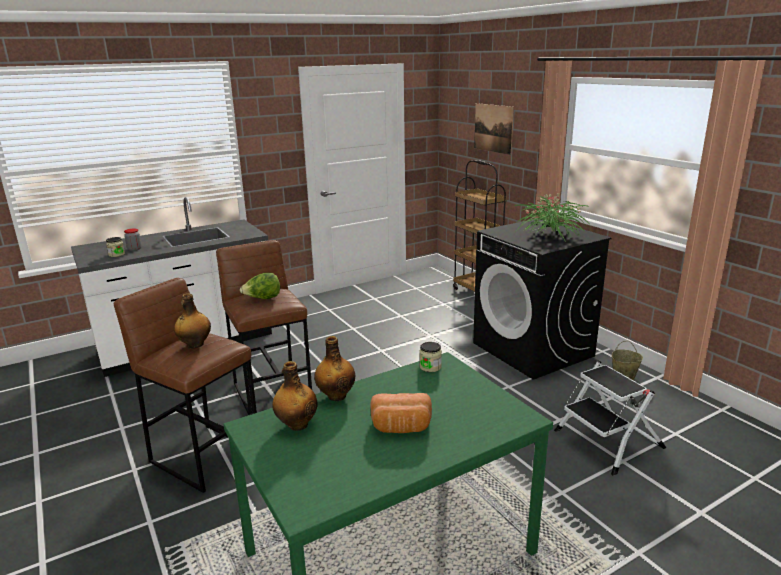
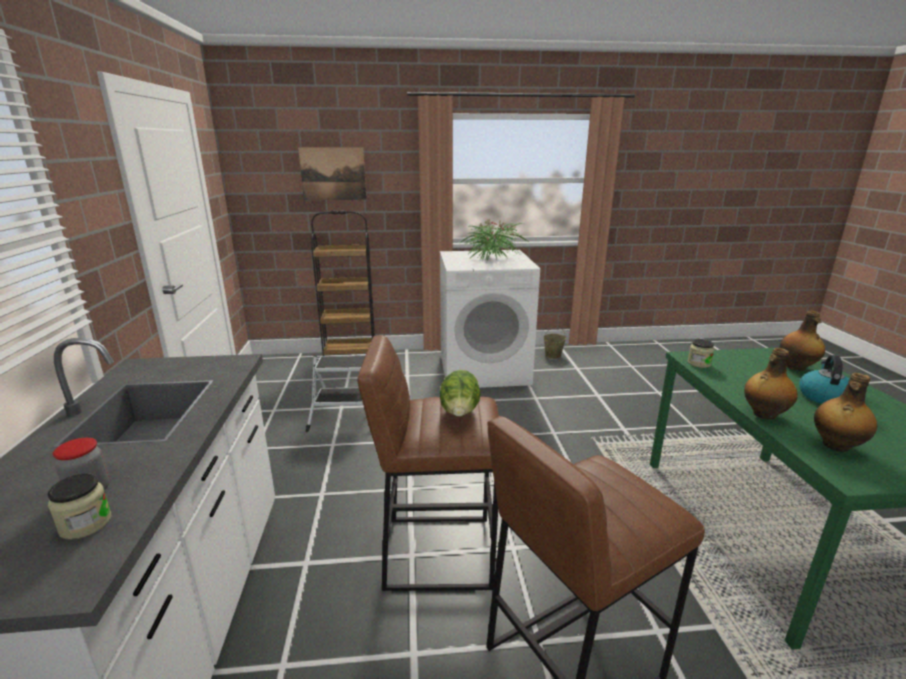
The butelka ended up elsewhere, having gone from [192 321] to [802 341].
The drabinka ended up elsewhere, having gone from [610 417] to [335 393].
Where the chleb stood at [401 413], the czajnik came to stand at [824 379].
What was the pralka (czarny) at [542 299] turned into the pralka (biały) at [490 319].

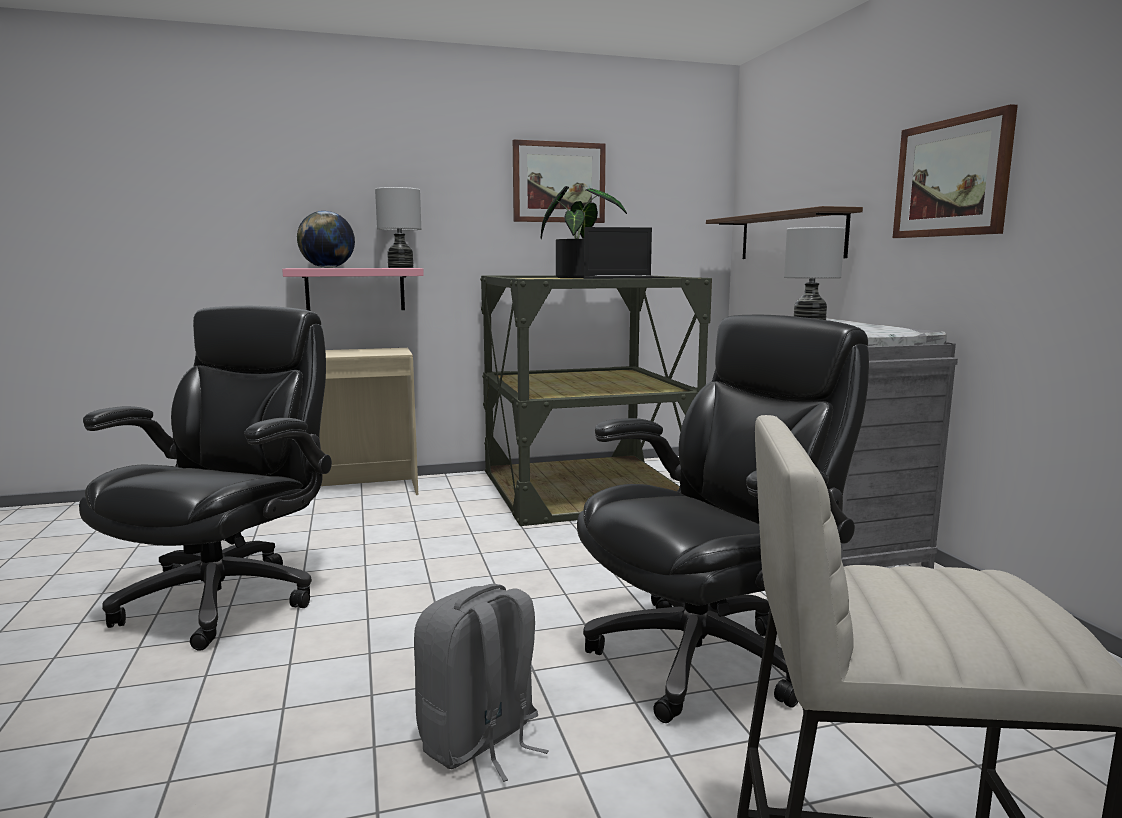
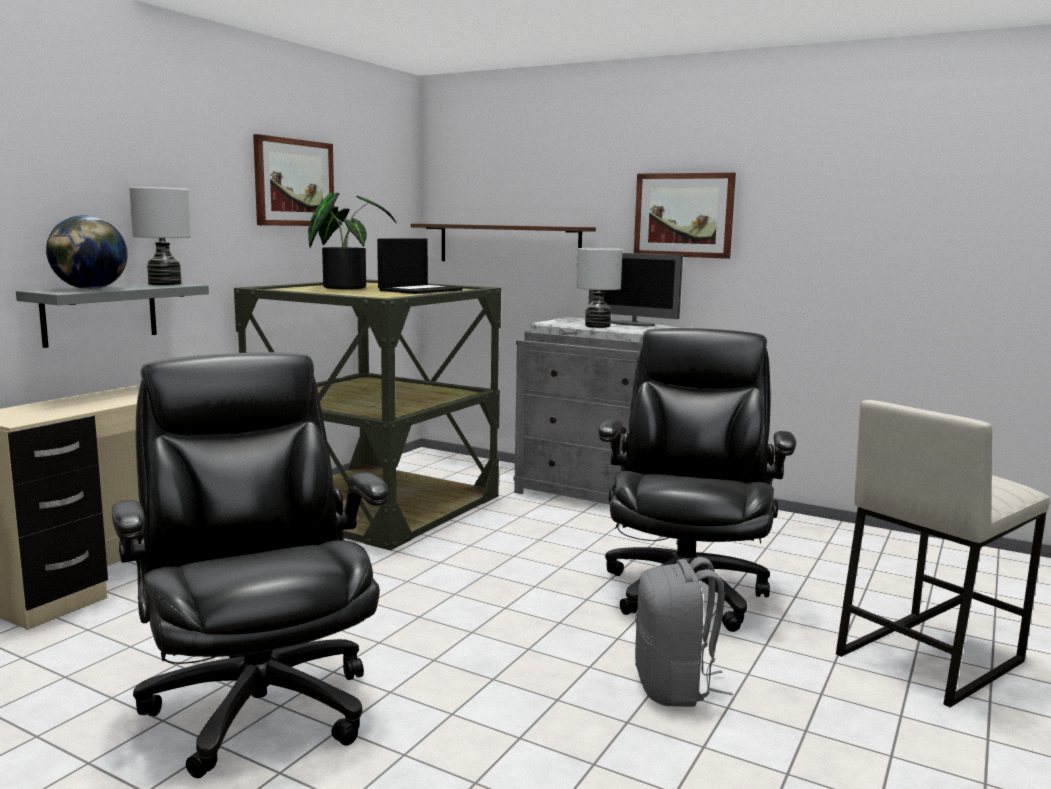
The second view gained the monitor at [636 290].
What was the półka (różowy) at [353 289] turned into the półka (szary) at [112 315].

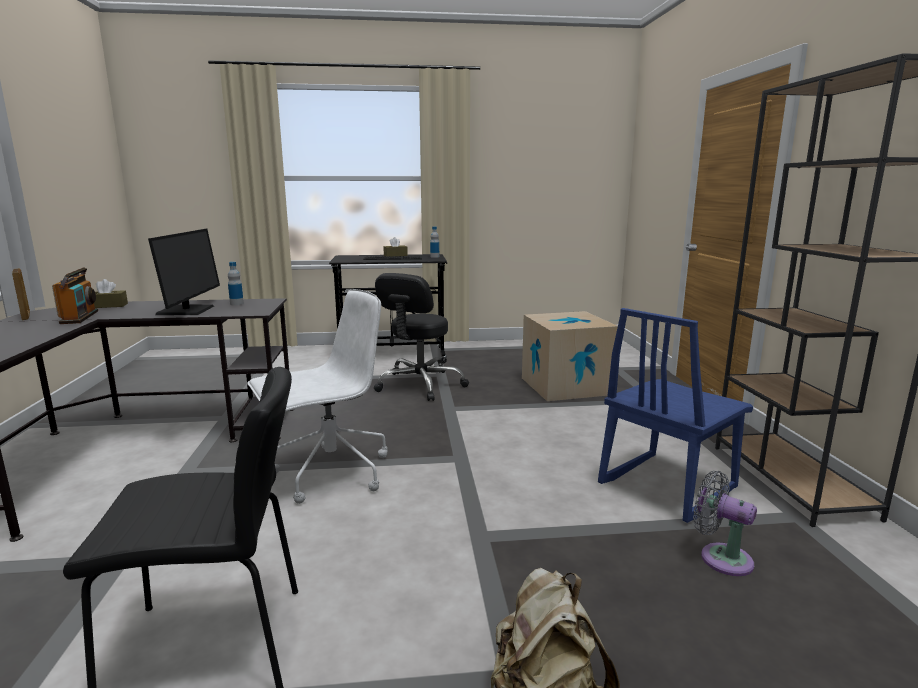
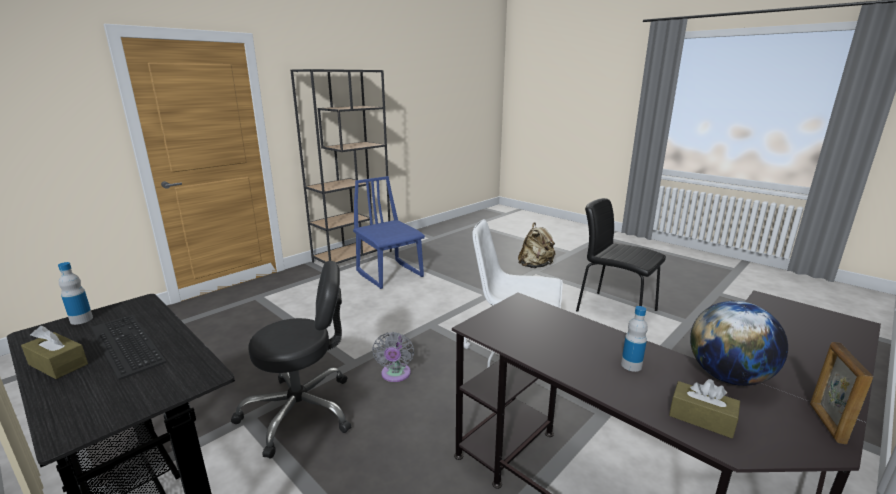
The second view lost the monitor at [184 272].
The second view lost the karton at [570 356].
The butelka ended up elsewhere, having gone from [236 283] to [634 339].
The wentylator (szary) ended up elsewhere, having gone from [725 523] to [393 357].
Where the radio stood at [75 295], the globus came to stand at [739 343].
The krzesło (niebieski) at [675 415] ended up facing another way, 135 degrees counterclockwise from before.

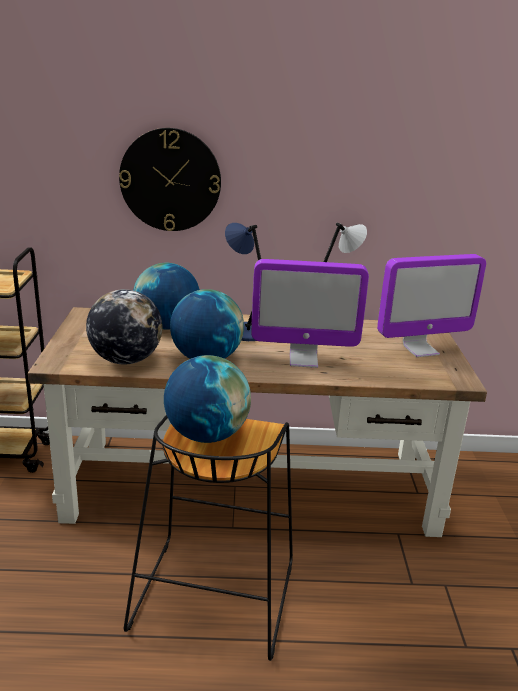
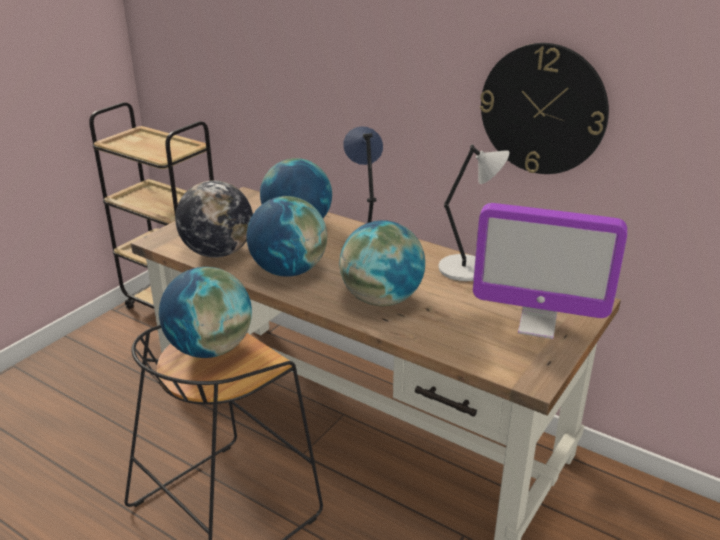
The zegar ścienny ended up elsewhere, having gone from [170 179] to [544 108].
Where the monitor stood at [310 313], the globus came to stand at [382 263].

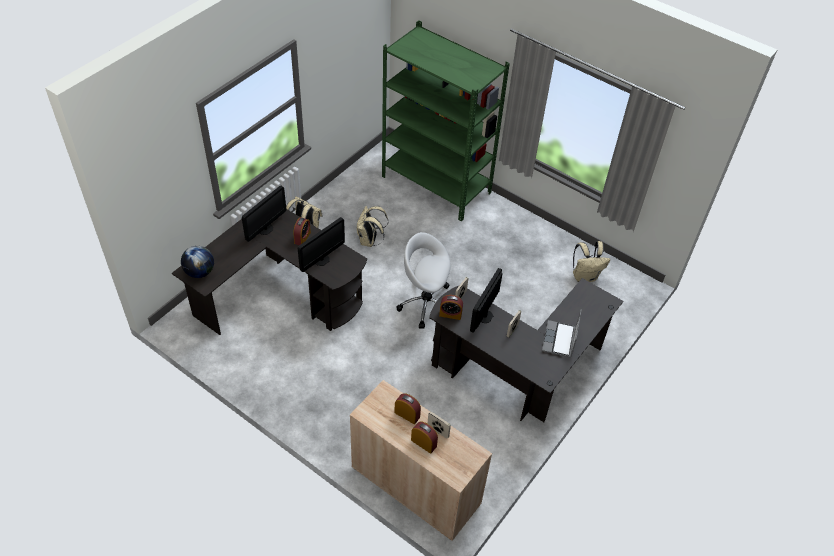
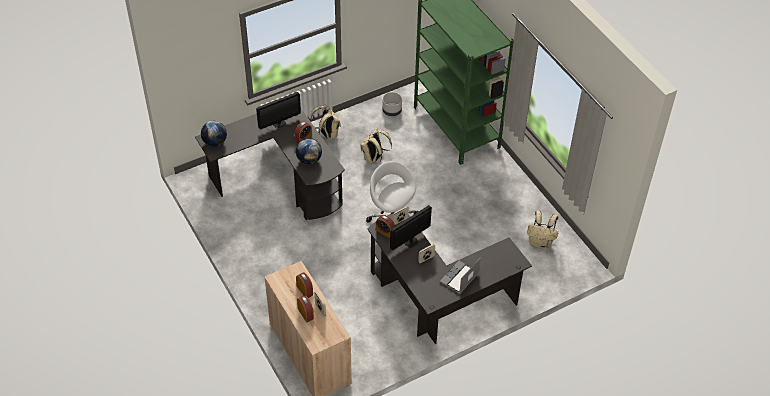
The second view gained the donica (szary) at [392 104].
Where the monitor stood at [321 244], the globus came to stand at [309 151].

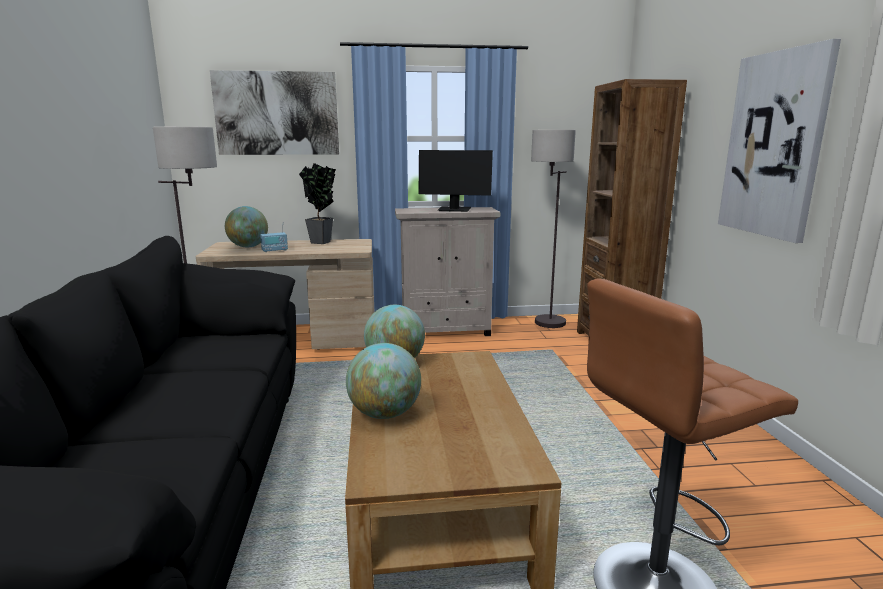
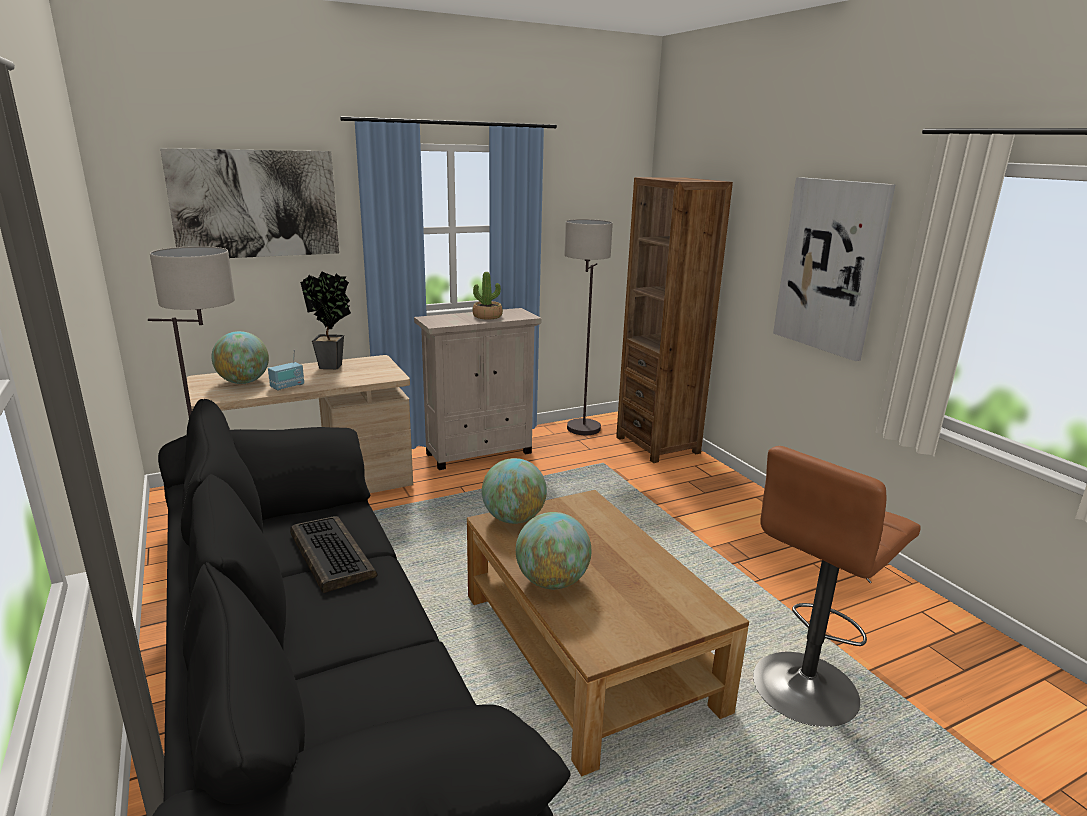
The second view gained the klawiatura at [334 554].
Where the monitor stood at [456 181], the roślina doniczkowa came to stand at [488 296].

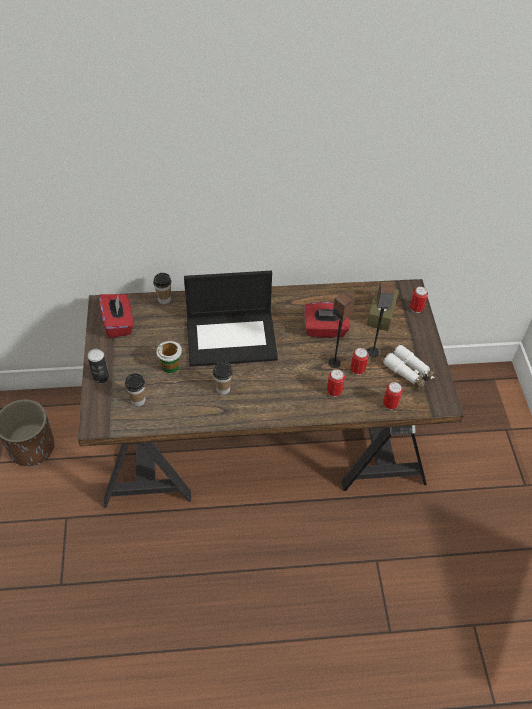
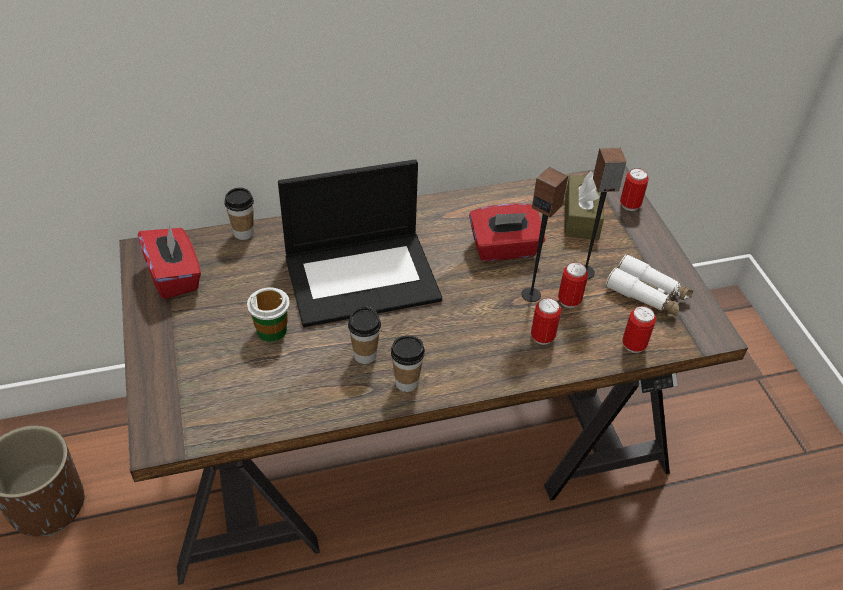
The second view lost the puszka at [98 366].
The filiżanka ended up elsewhere, having gone from [135 390] to [408 363].

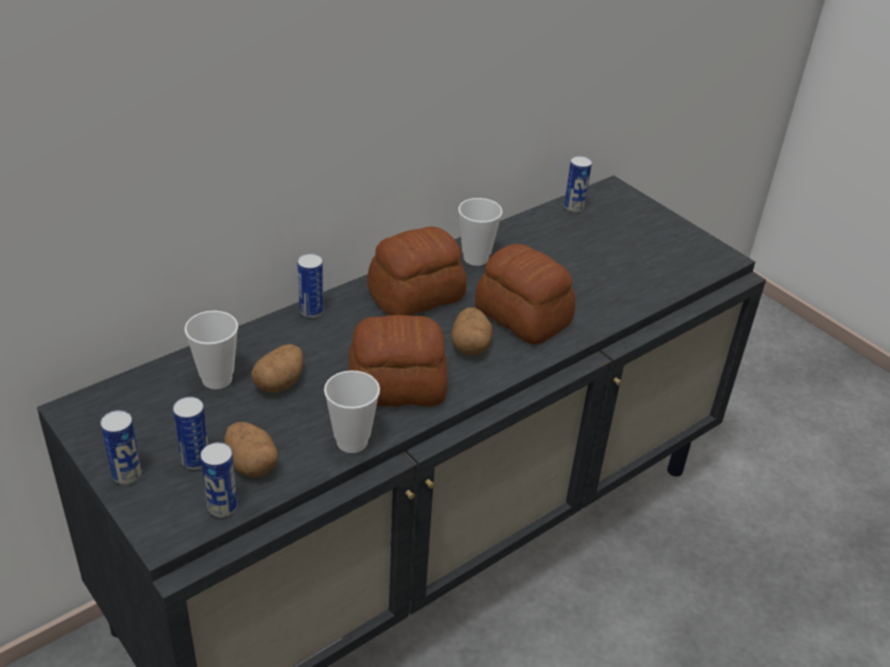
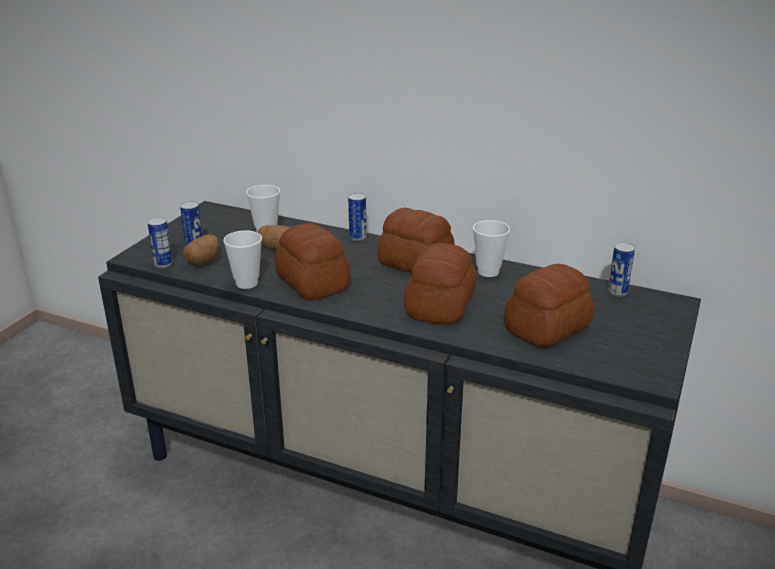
The second view lost the puszka at [121 447].
The second view lost the ziemniak at [472 331].
The second view gained the chleb at [549 305].

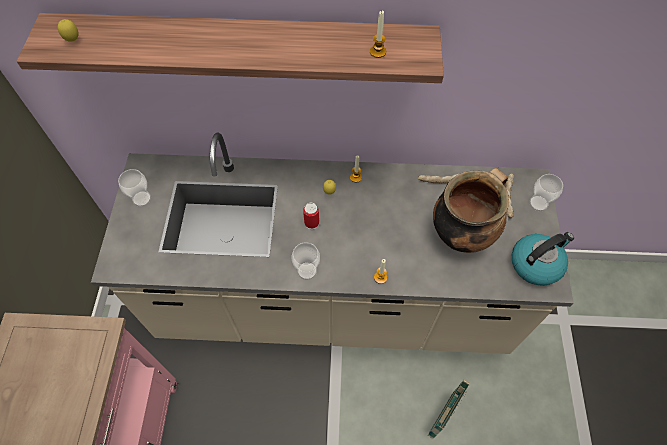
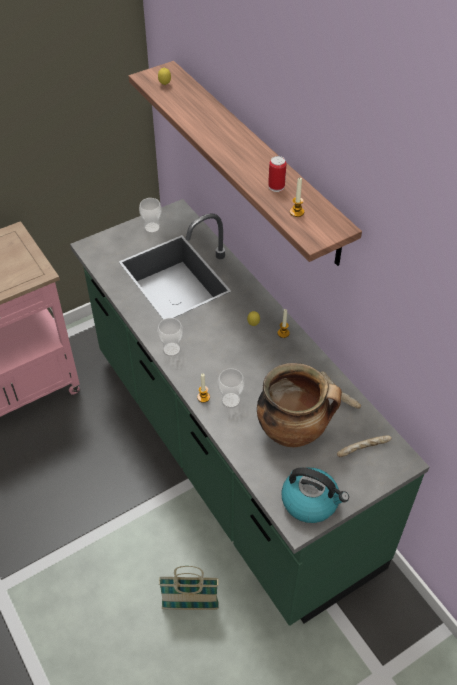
The puszka ended up elsewhere, having gone from [311 216] to [277 174].
The filiżanka ended up elsewhere, having gone from [546 192] to [231 388].
What was the zabudowa kuchenna (beżowy) at [332 243] turned into the zabudowa kuchenna (zielony) at [249 412].

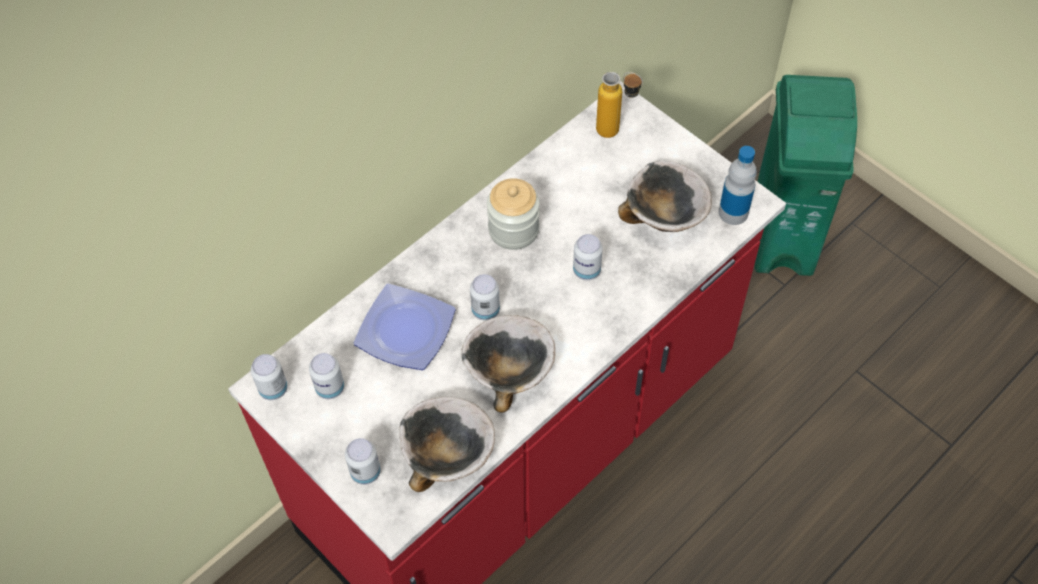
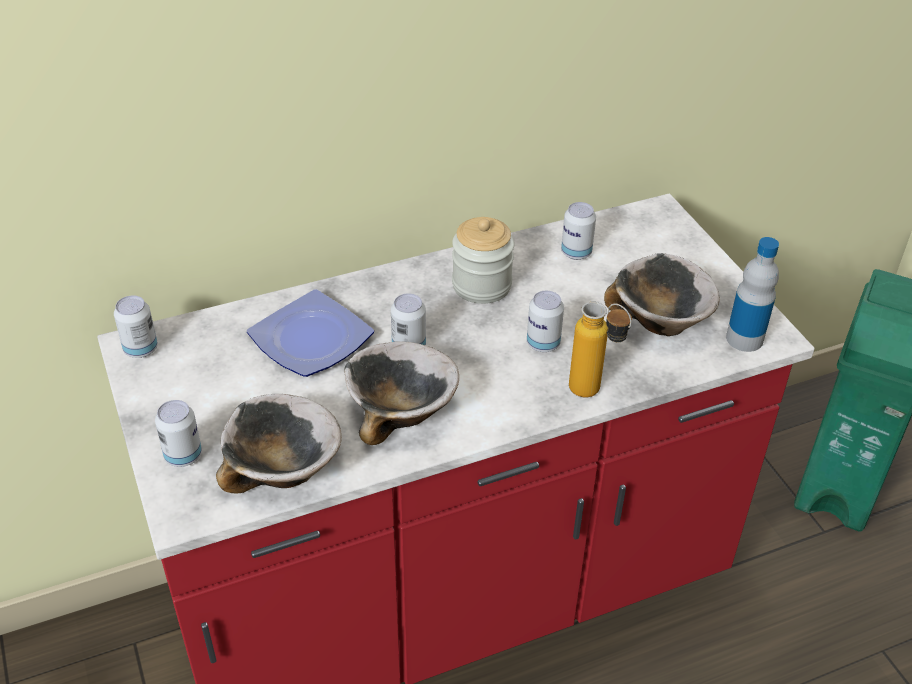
The puszka ended up elsewhere, having gone from [326 376] to [578 231].
The butelka ended up elsewhere, having gone from [619 105] to [600 349].

